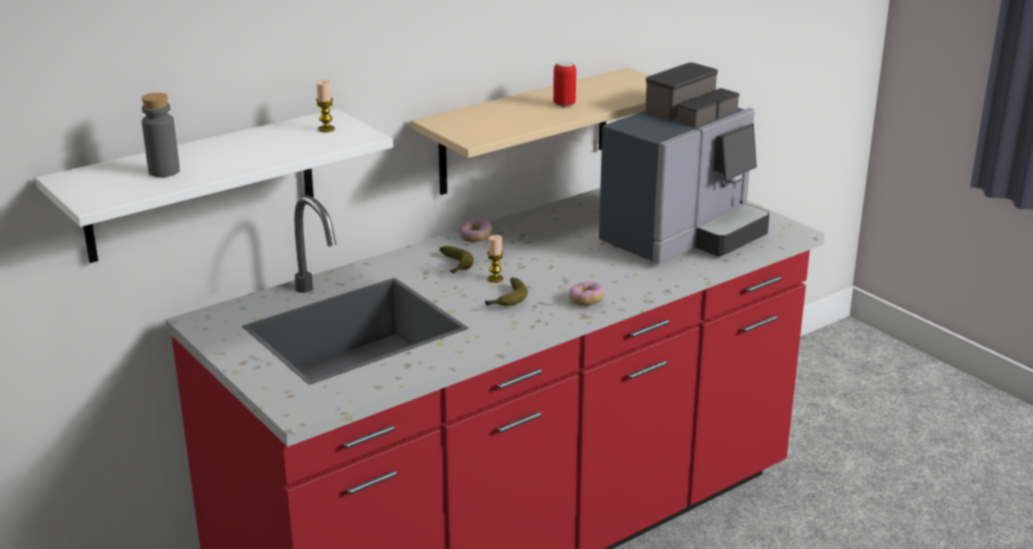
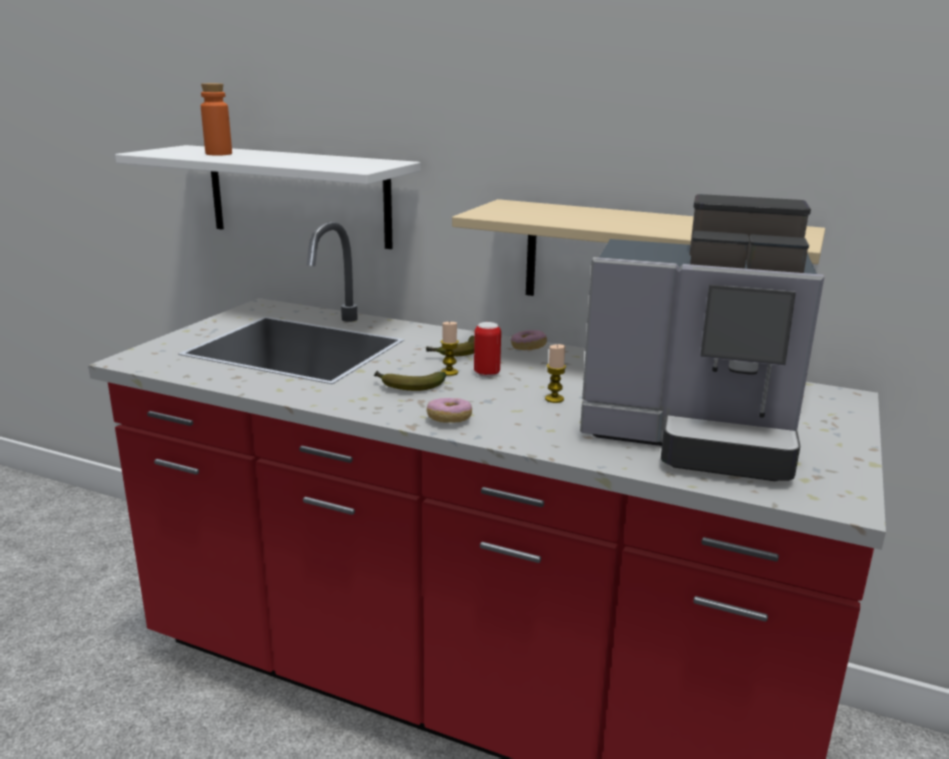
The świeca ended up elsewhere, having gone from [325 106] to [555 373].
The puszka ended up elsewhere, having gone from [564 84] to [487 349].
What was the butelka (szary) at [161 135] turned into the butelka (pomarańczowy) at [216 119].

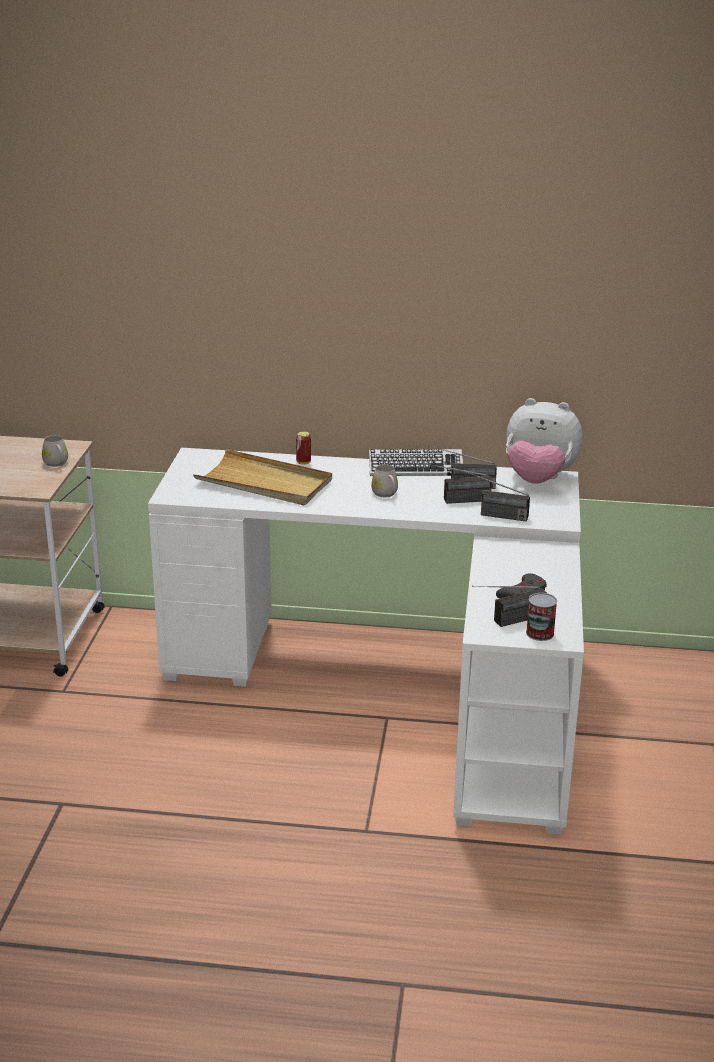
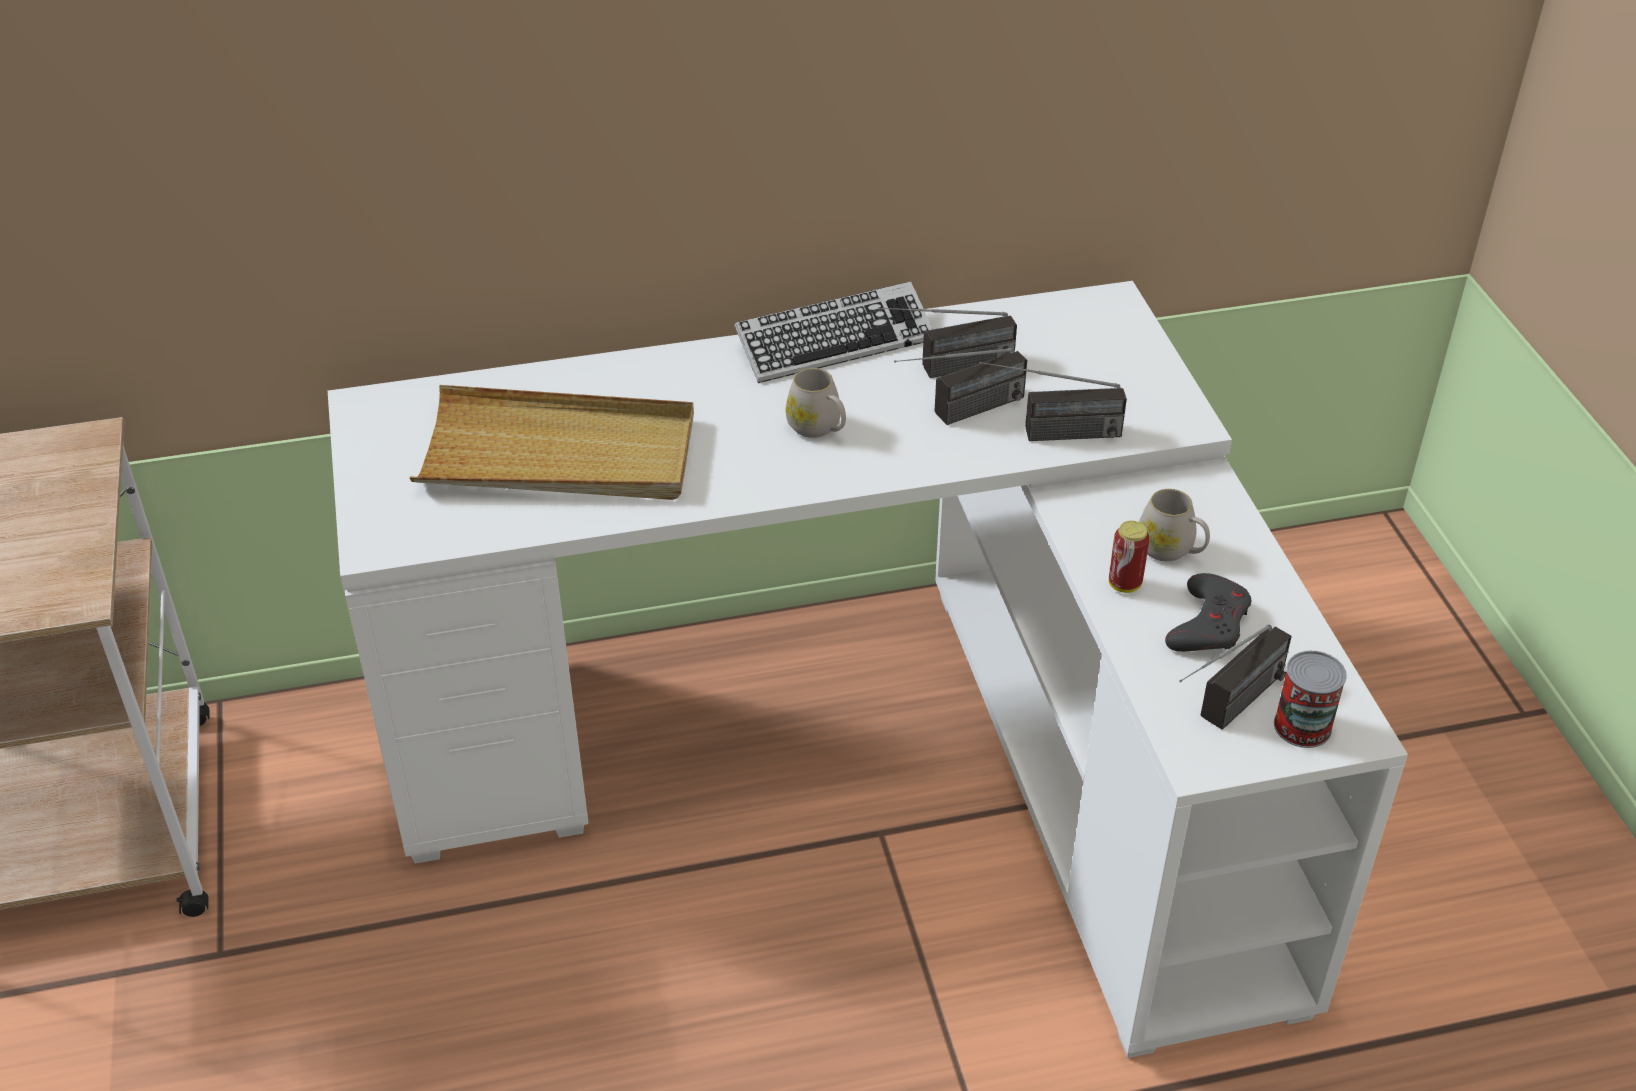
The second view lost the pluszak at [544 441].
The kubek (biały) ended up elsewhere, having gone from [55 451] to [1174 525].
The puszka ended up elsewhere, having gone from [303 448] to [1129 557].

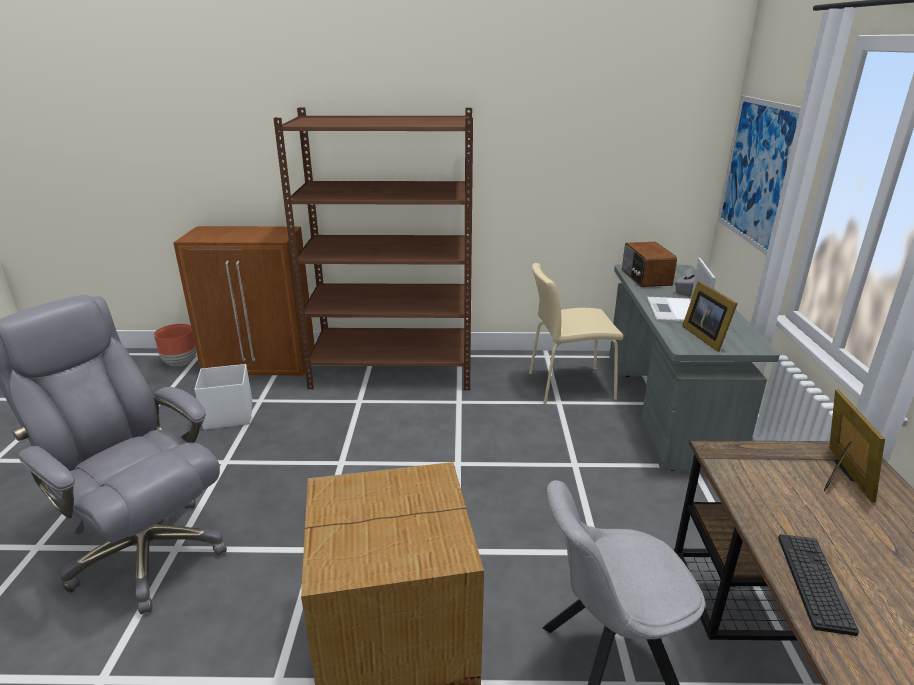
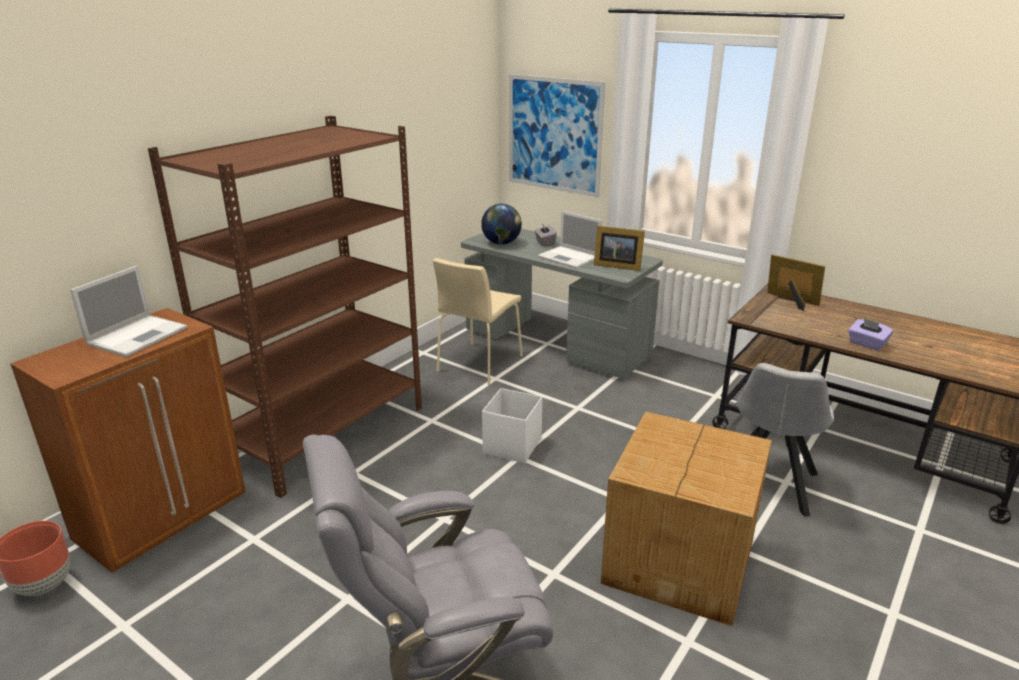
The second view gained the laptop at [128 311].
The pojemnik do przechowywania (biały) ended up elsewhere, having gone from [223 397] to [512 425].
Where the radio stood at [649 264], the globus came to stand at [501 224].
Where the klawiatura stood at [818 585], the pudełko chusteczek (fioletowy) came to stand at [871 334].

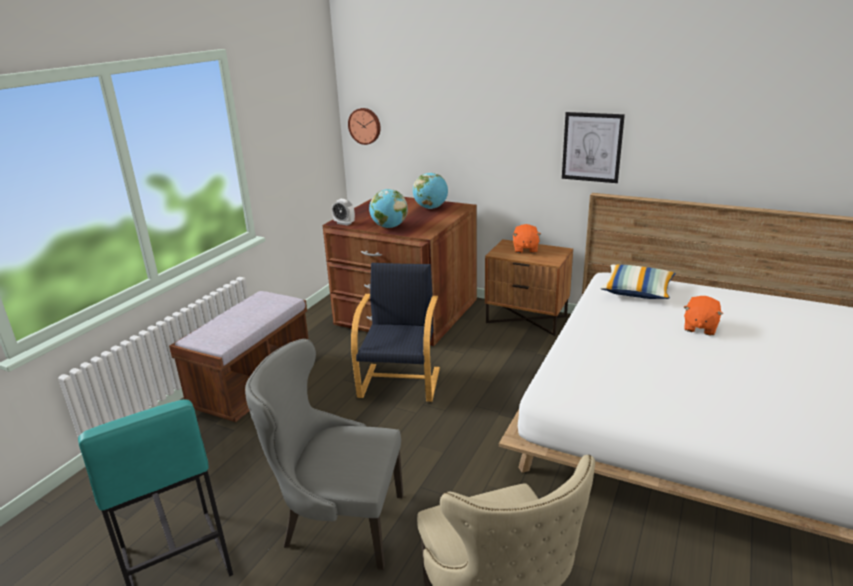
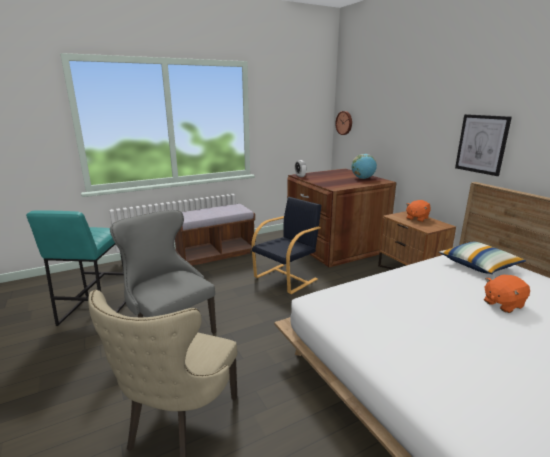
The second view lost the globus at [388 208].

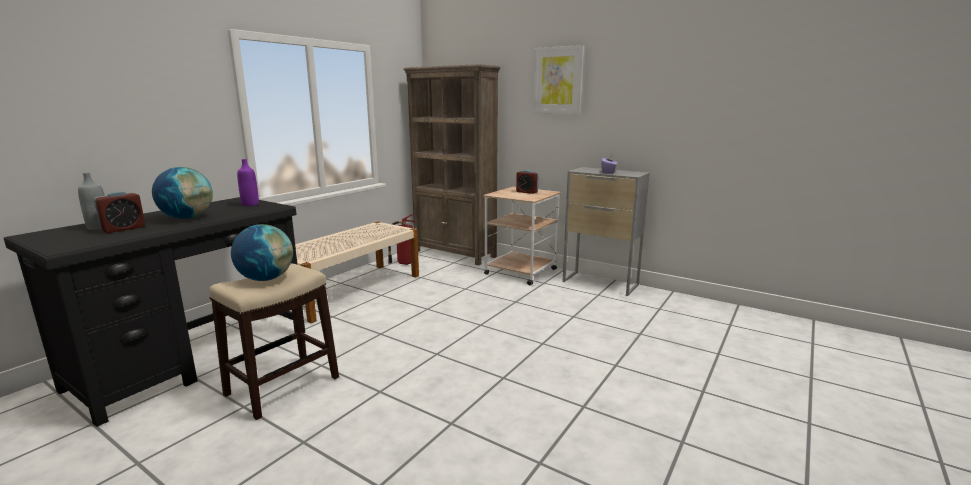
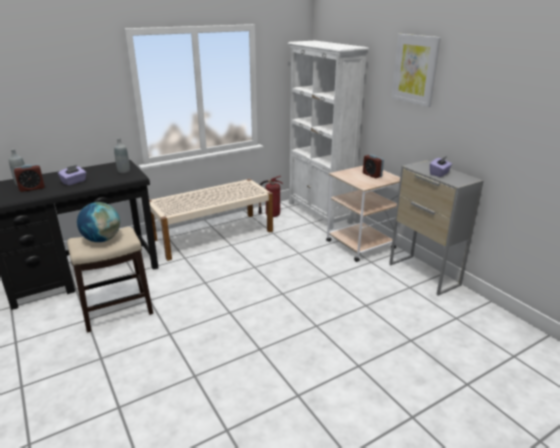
Where the globus stood at [182 193], the pudełko chusteczek (fioletowy) came to stand at [72 175].
What was the butelka (fioletowy) at [248 182] turned into the butelka (szary) at [122 155].
What was the regał (brązowy) at [451 164] turned into the regał (biały) at [328 135].

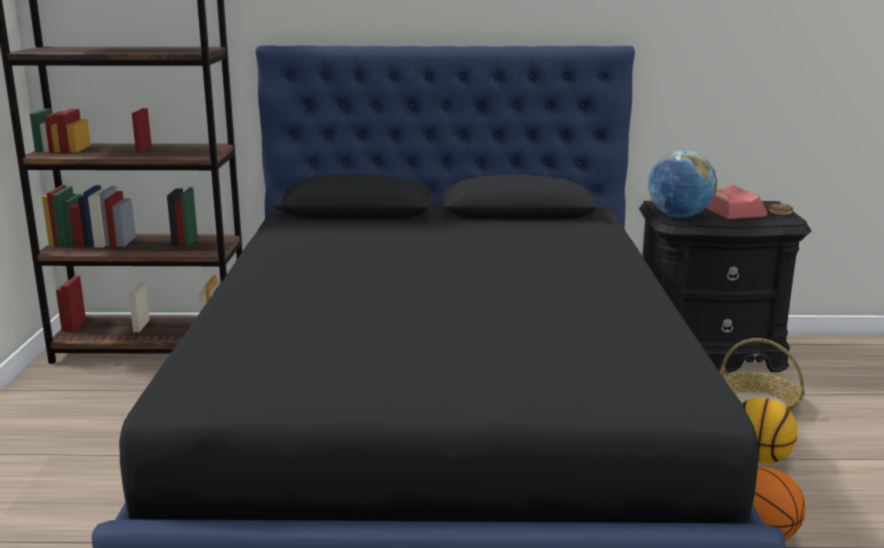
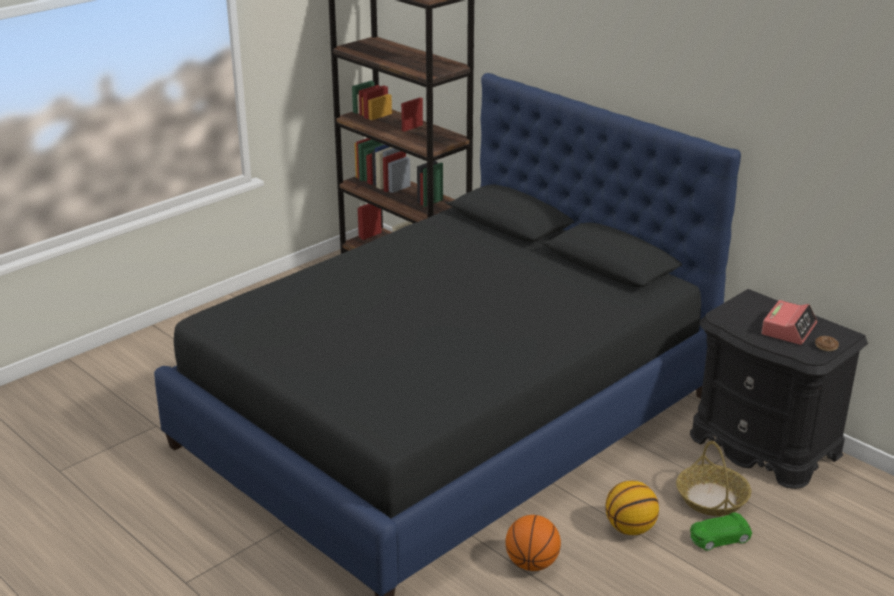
The second view lost the globus at [682 184].
The second view gained the samochodzik (zielony) at [721 531].

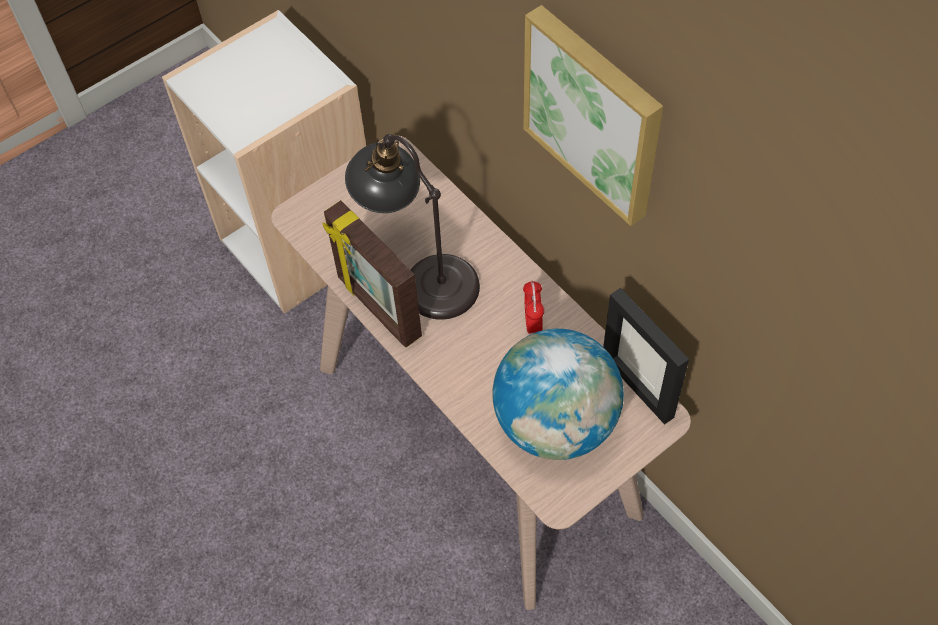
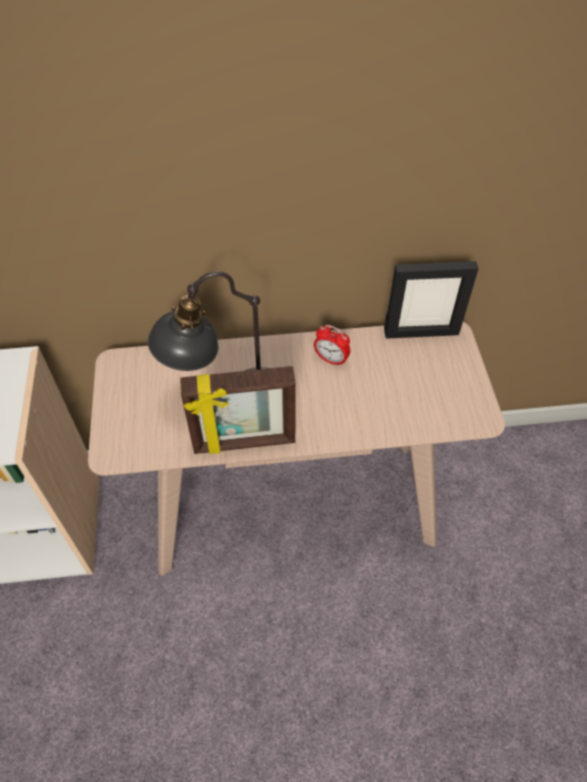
The second view lost the globus at [558 394].
The second view lost the obraz at [593 115].

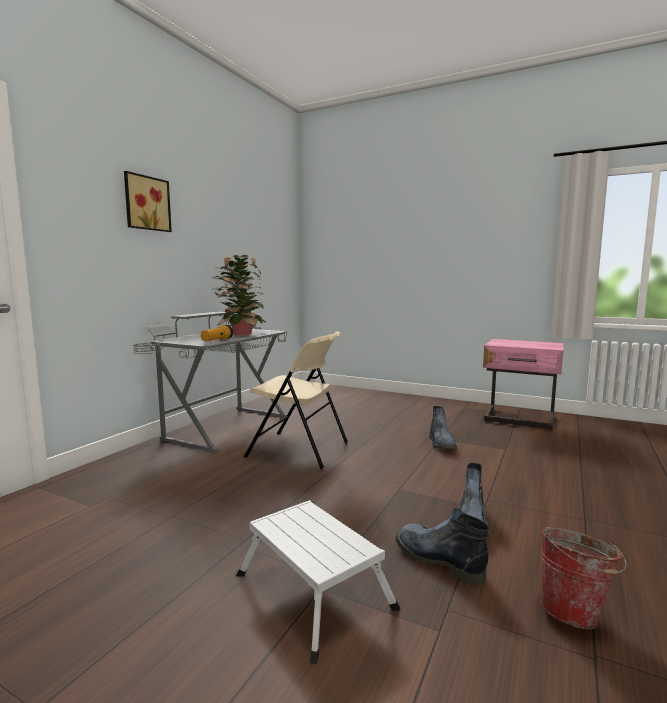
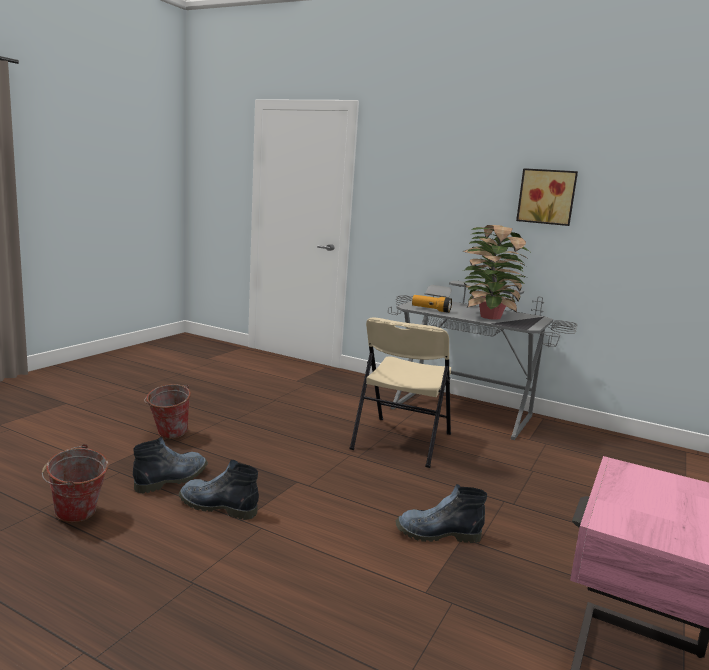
The obraz ended up elsewhere, having gone from [148 201] to [547 197].
Where the drabinka (biały) stood at [318 582], the wiadro came to stand at [167 411].

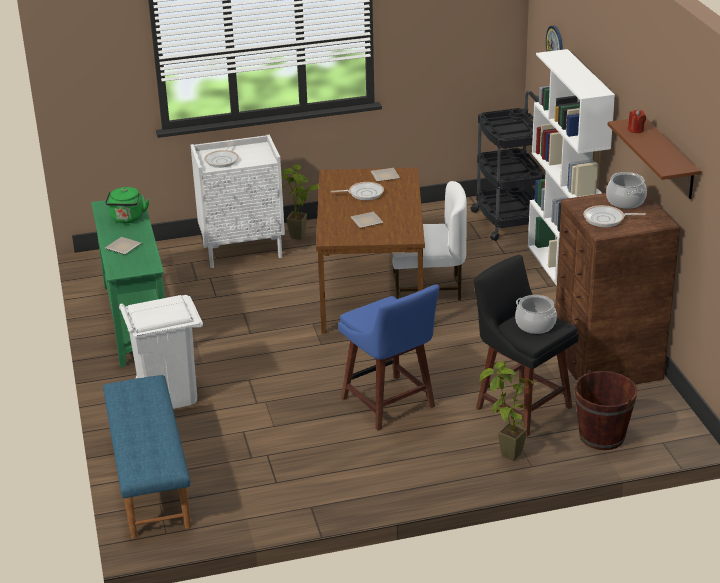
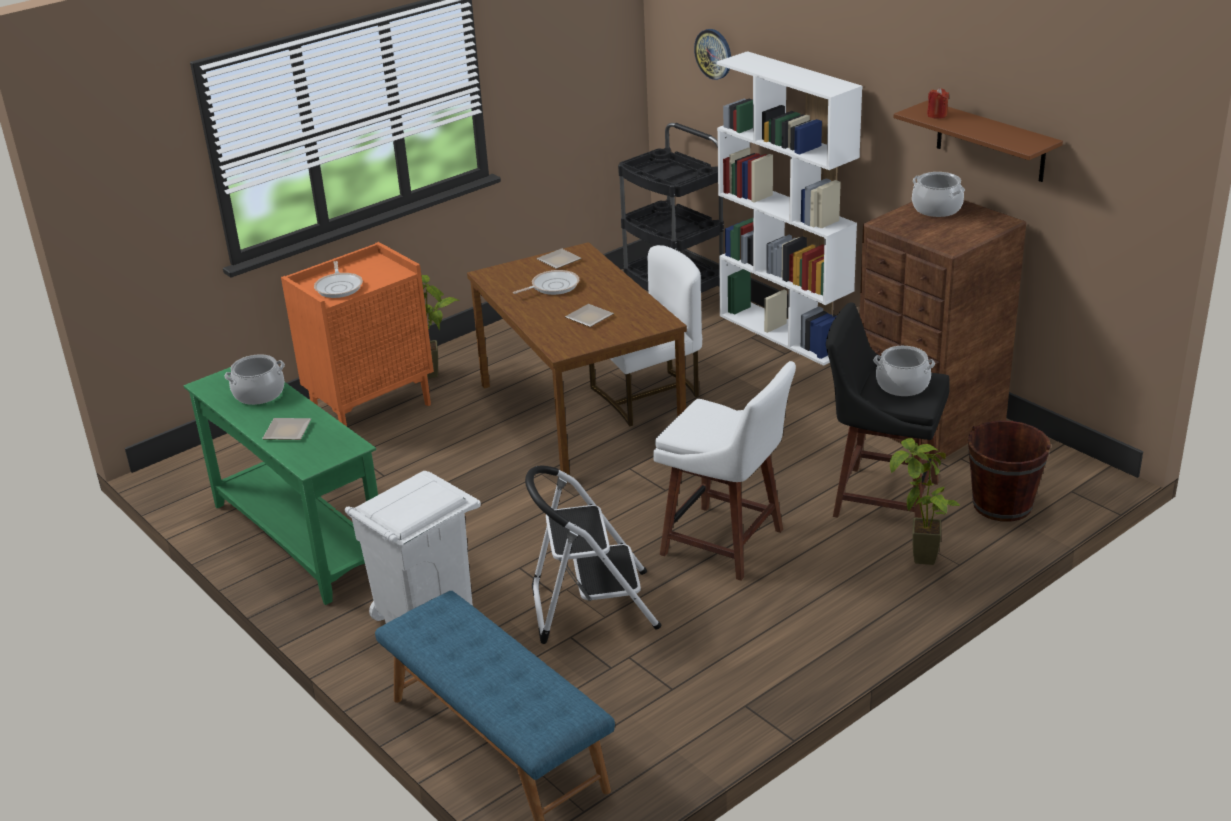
The second view lost the patelnia at [614 216].
The second view gained the drabinka at [593 555].
Where the czajnik (zielony) stood at [127 205], the garnek came to stand at [254 379].
What was the szafka (biały) at [238 201] turned into the szafka (pomarańczowy) at [357 334].
What was the stołek (niebieski) at [388 357] turned into the stołek (biały) at [724 470].

